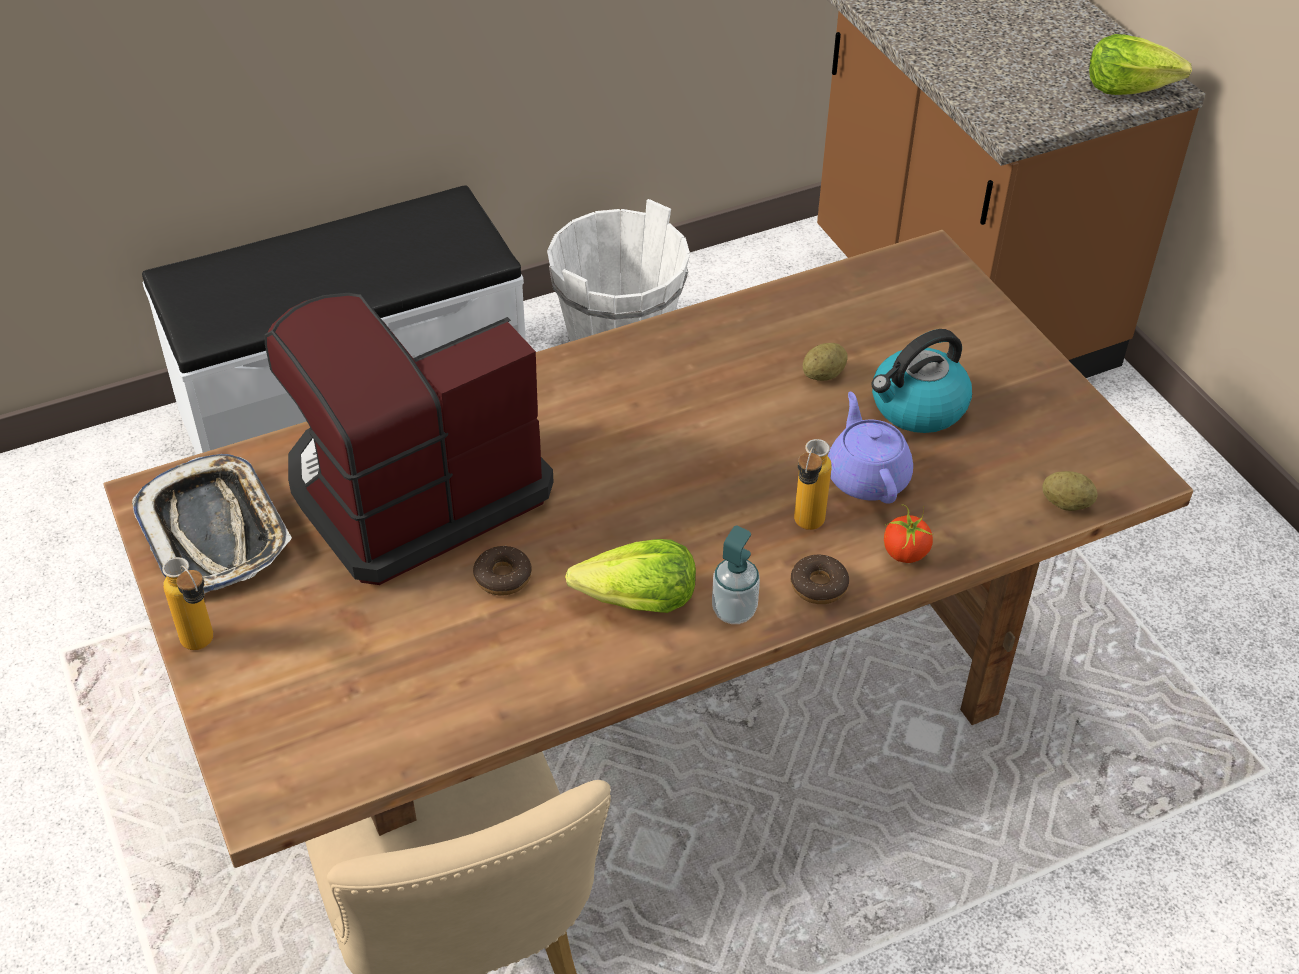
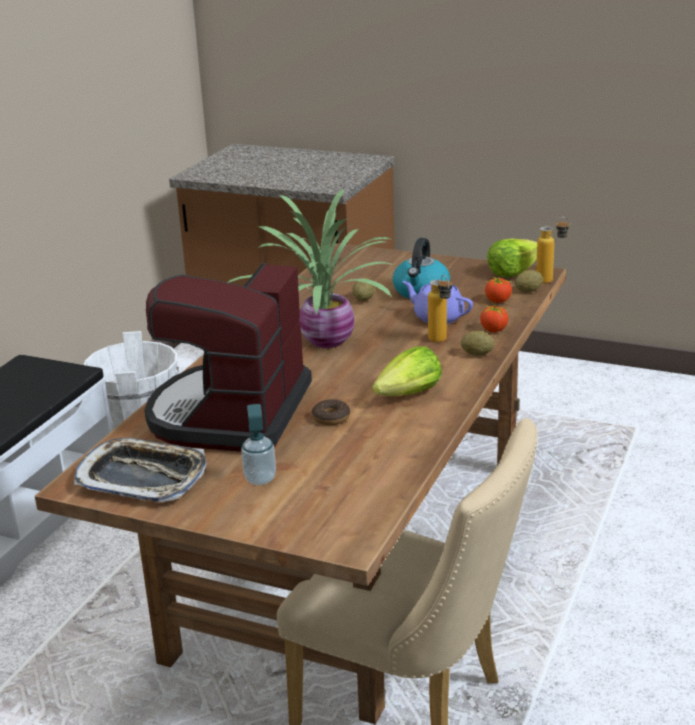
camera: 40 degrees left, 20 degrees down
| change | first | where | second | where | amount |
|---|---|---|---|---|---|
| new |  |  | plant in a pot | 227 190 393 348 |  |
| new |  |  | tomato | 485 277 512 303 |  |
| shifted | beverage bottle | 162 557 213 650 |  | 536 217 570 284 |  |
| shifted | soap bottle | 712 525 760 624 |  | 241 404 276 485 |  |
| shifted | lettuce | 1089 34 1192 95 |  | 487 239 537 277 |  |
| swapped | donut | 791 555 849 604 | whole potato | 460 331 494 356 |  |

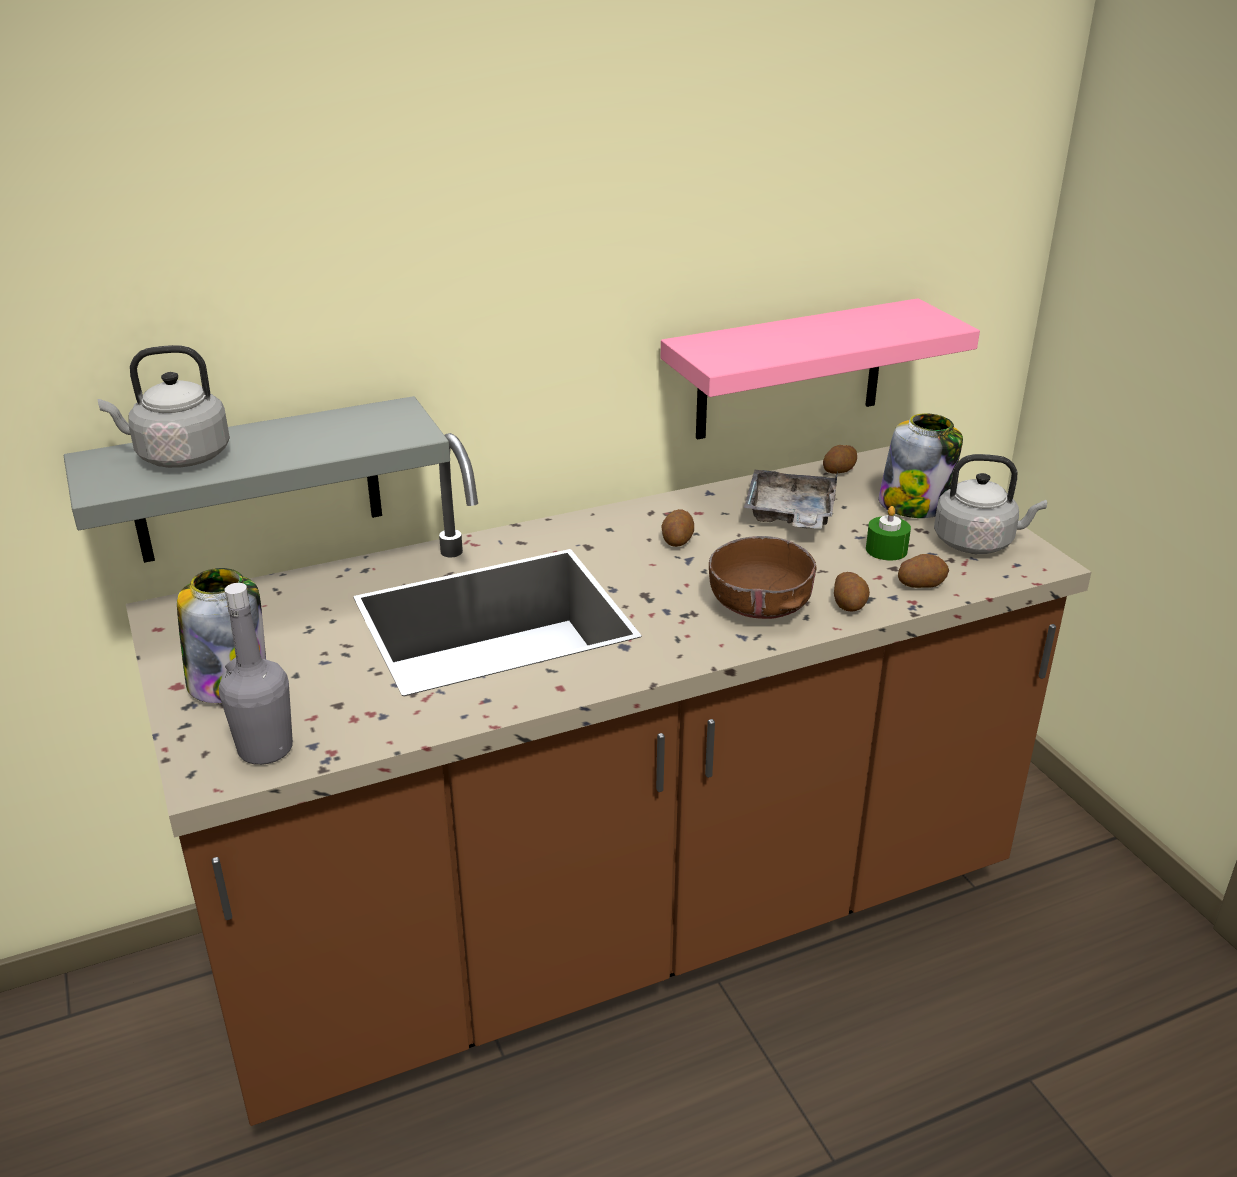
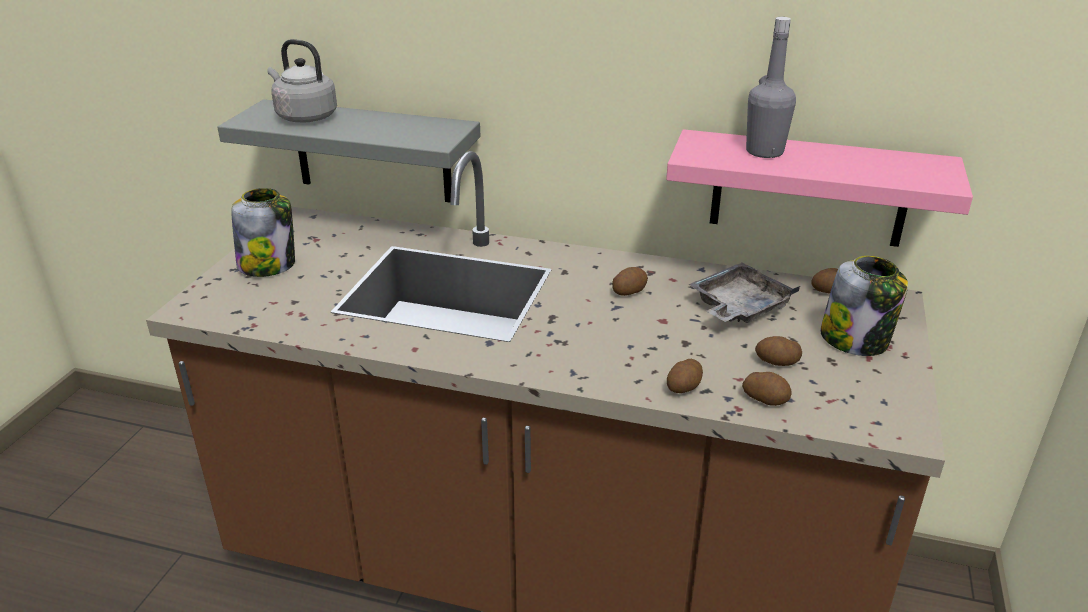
camera: 40 degrees right, 0 degrees up
| change | first | where | second | where | amount |
|---|---|---|---|---|---|
| gone | brownish serving bowl | 709 536 816 619 |  |  |  |
| gone | greyish water kettle | 934 454 1047 554 |  |  |  |
| shifted | greyish beverage bottle | 219 583 293 765 |  | 746 17 796 158 |  |
| swapped | greenish wax light | 866 506 911 561 | whole potato | 755 336 802 366 |  |

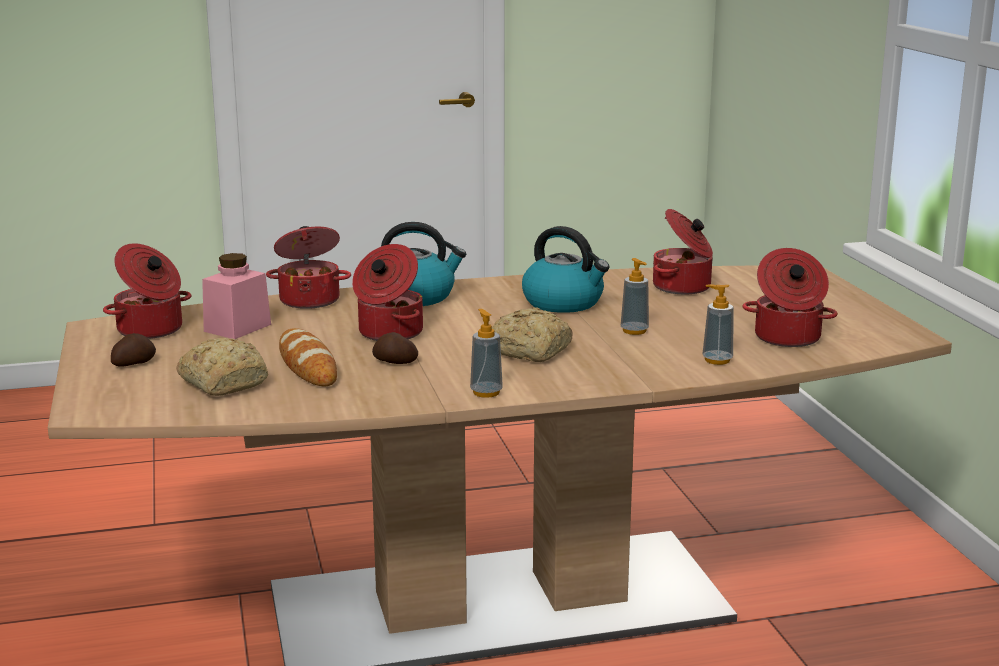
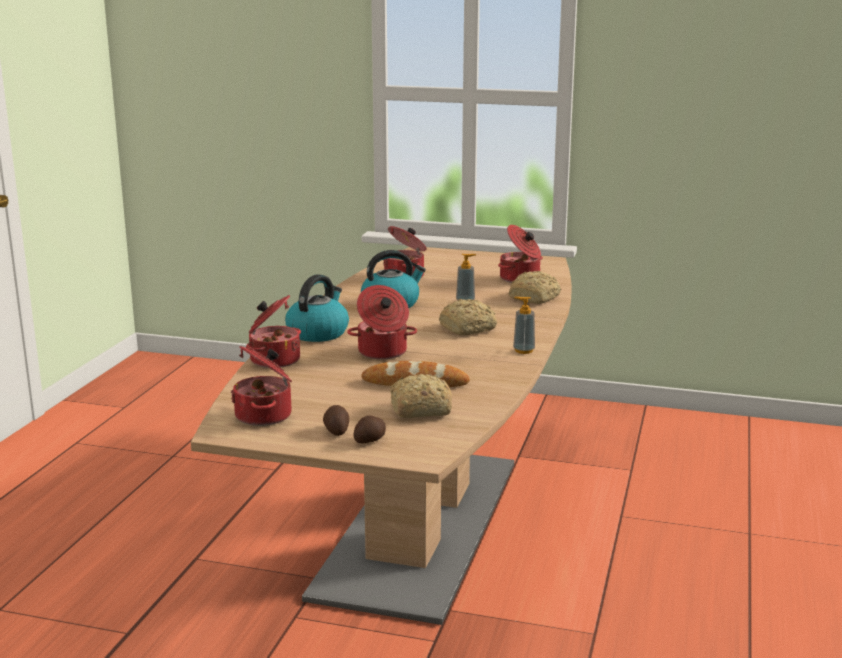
camera: 60 degrees left, 0 degrees up
| change | first | where | second | where | amount |
|---|---|---|---|---|---|
| gone | pinkish storage jar | 202 253 271 339 |  |  |  |
| shifted | whole potato | 372 332 418 364 |  | 354 415 386 443 |  |
| swapped | soap bottle | 702 284 734 365 | baked bread | 509 271 561 304 |  |

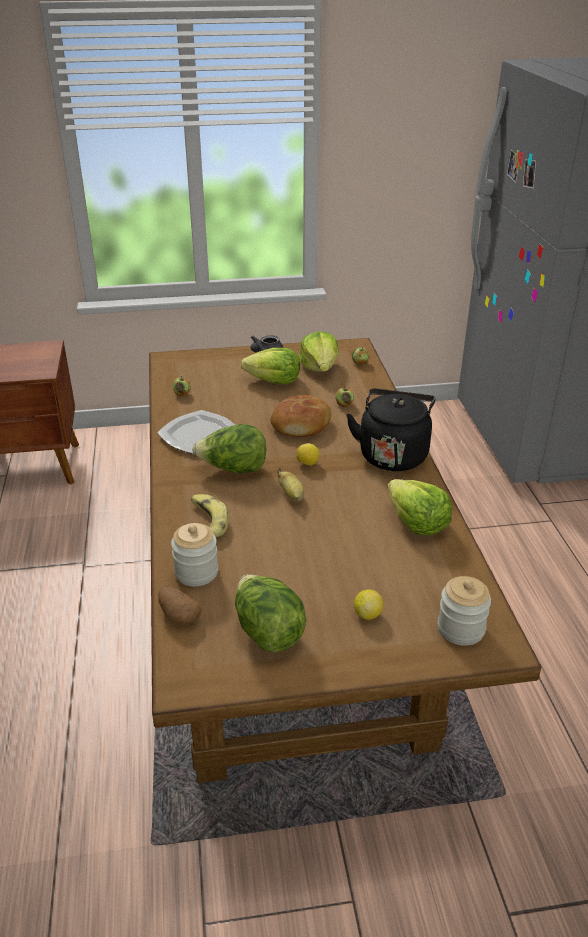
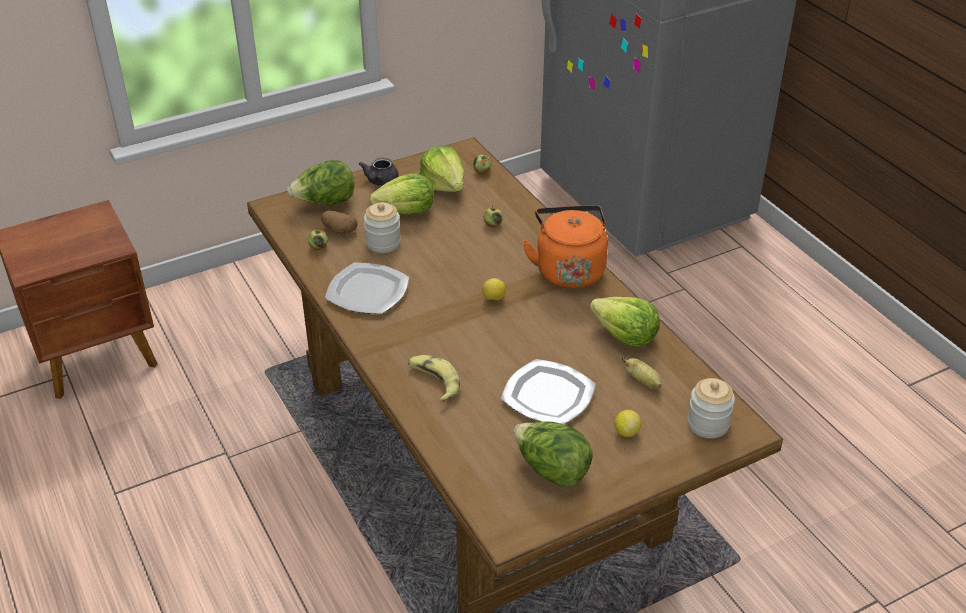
camera: 20 degrees left, 5 degrees up
| change | first | where | second | where | amount |
|---|---|---|---|---|---|
| gone | baked bread | 270 395 331 437 |  |  |  |
| new |  |  | flat dish | 501 359 596 425 |  |
| shifted | whole potato | 158 586 202 624 |  | 321 211 358 234 |  |
| shifted | storage jar | 171 523 218 586 |  | 364 203 401 253 |  |
| shifted | lettuce | 192 424 267 473 |  | 287 160 354 205 |  |
| shifted | whole banana | 277 468 304 502 |  | 622 356 662 388 |  |
| repainted | black-coloured water kettle | 346 389 435 471 | orangey water kettle | 522 205 608 289 |  |

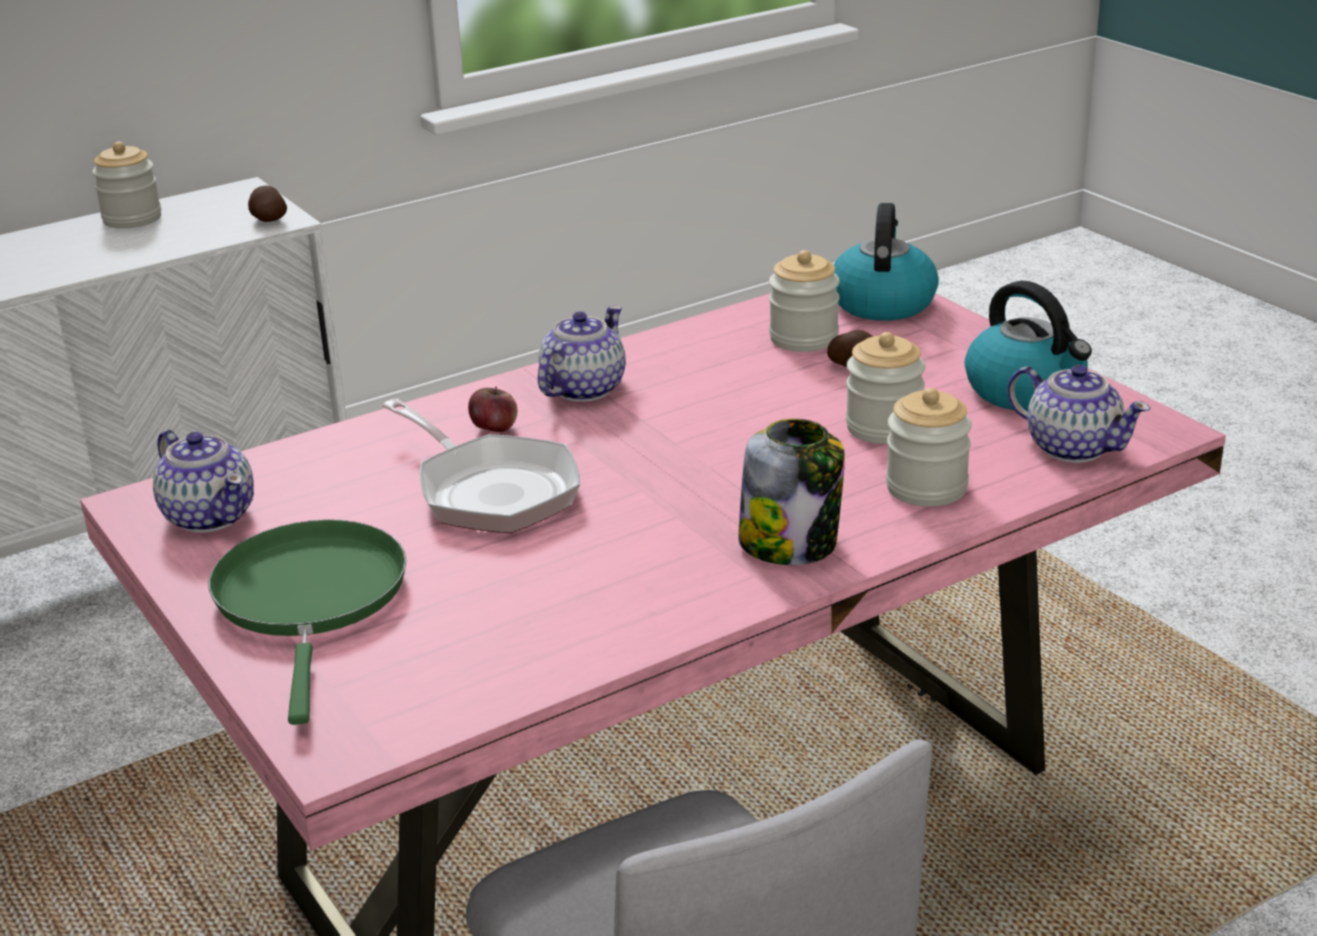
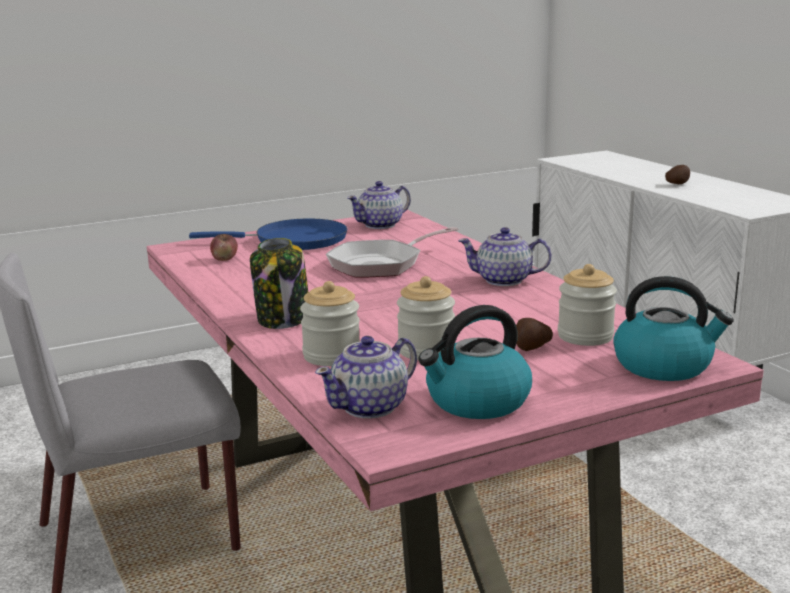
camera: 95 degrees right, 10 degrees down
| change | first | where | second | where | amount |
|---|---|---|---|---|---|
| gone | storage jar | 92 142 161 229 |  |  |  |
| shifted | whole potato | 248 186 287 222 |  | 665 165 690 184 |  |
| shifted | apple fruit | 468 387 517 432 |  | 210 234 238 261 |  |
| repainted | greenish skillet | 209 520 406 725 | bluish skillet | 189 219 347 250 |  |
| rotated | teapot | 538 306 626 402 |  | 458 227 552 286 | 150 degrees clockwise |

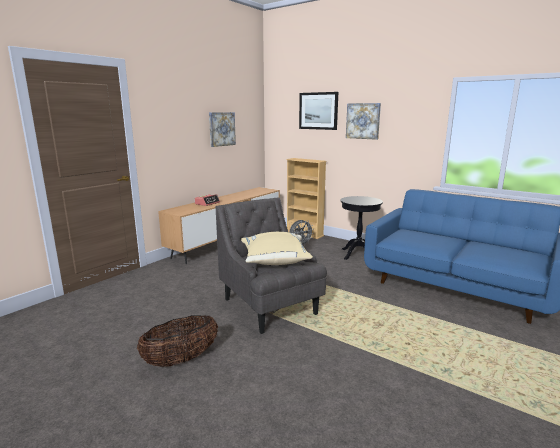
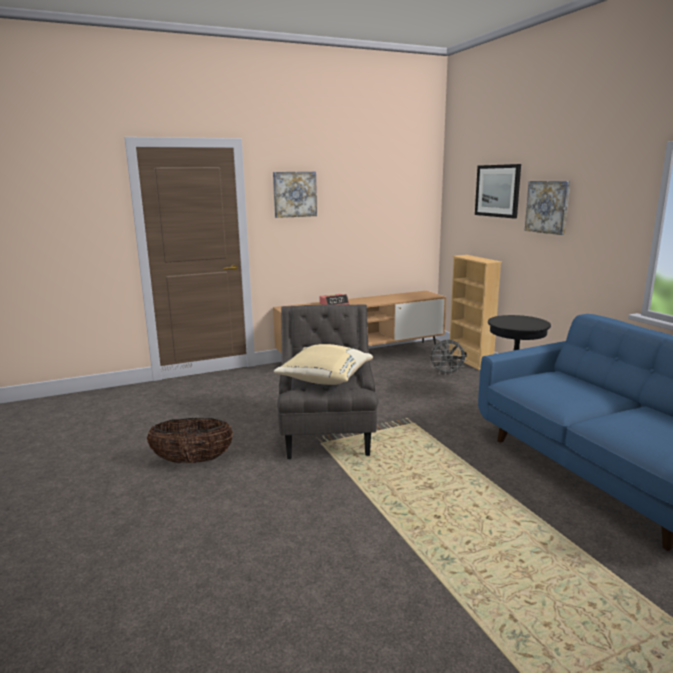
camera: 30 degrees right, 0 degrees up
| change | first | where | second | where | amount |
|---|---|---|---|---|---|
| shifted | picture | 209 112 236 147 |  | 273 172 317 218 |  |

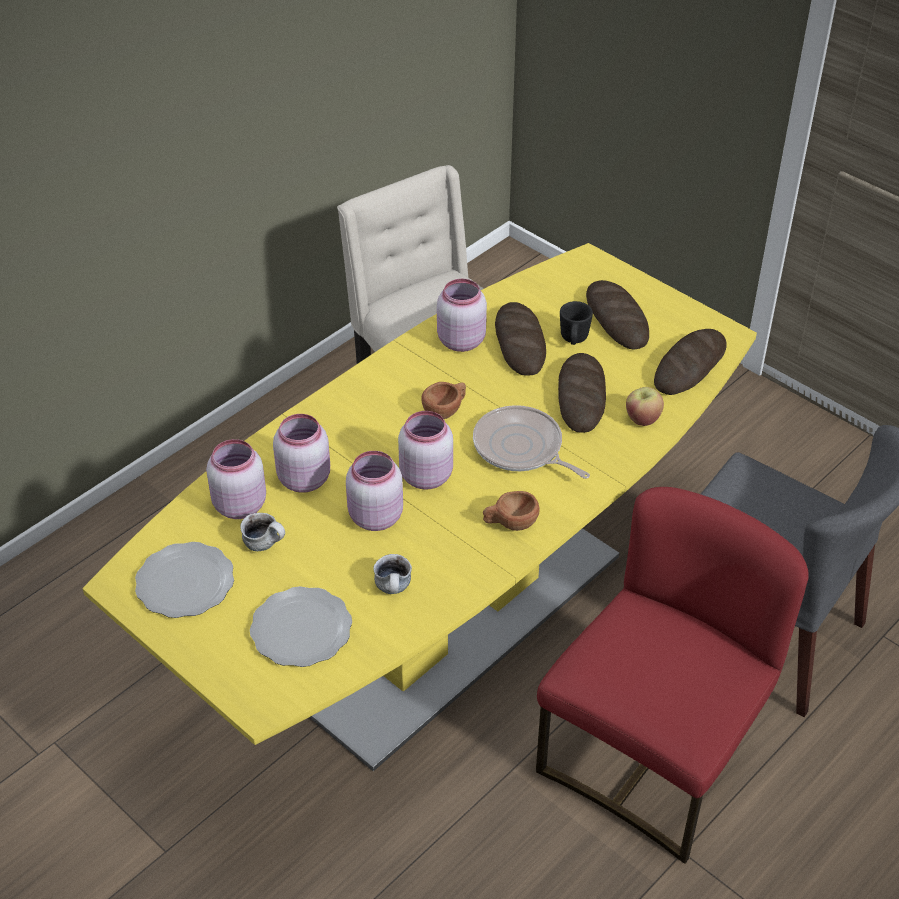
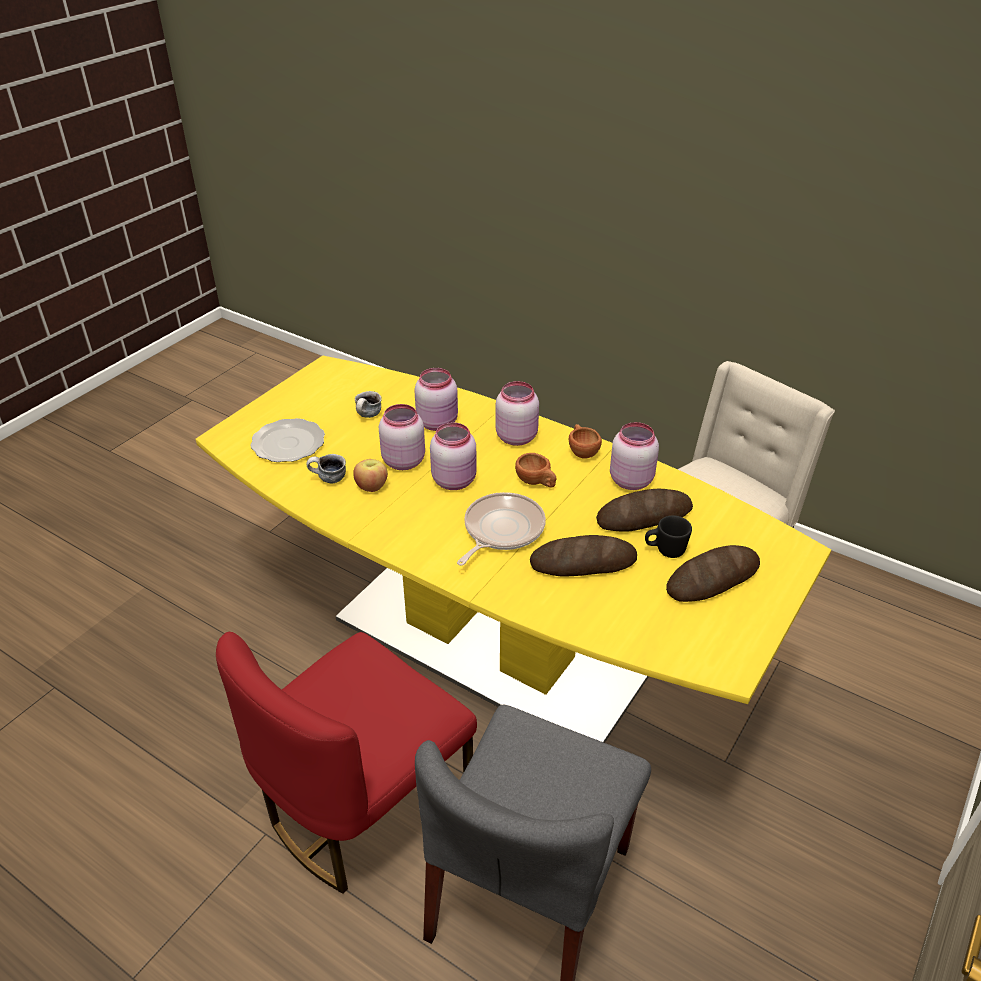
camera: 80 degrees right, 5 degrees down
| change | first | where | second | where | amount |
|---|---|---|---|---|---|
| gone | flat dish | 135 542 234 618 |  |  |  |
| gone | baked bread | 654 329 727 395 |  |  |  |
| shifted | pinkish storage jar | 206 439 266 519 |  | 495 381 539 446 |  |
| shifted | brownish drinking cup | 483 491 540 531 |  | 569 424 602 459 |  |
| shifted | apple fruit | 626 387 664 426 |  | 353 459 388 492 |  |
| rotated | red-coloured plain chair | 536 487 809 864 |  | 216 632 477 894 | 105 degrees clockwise |

